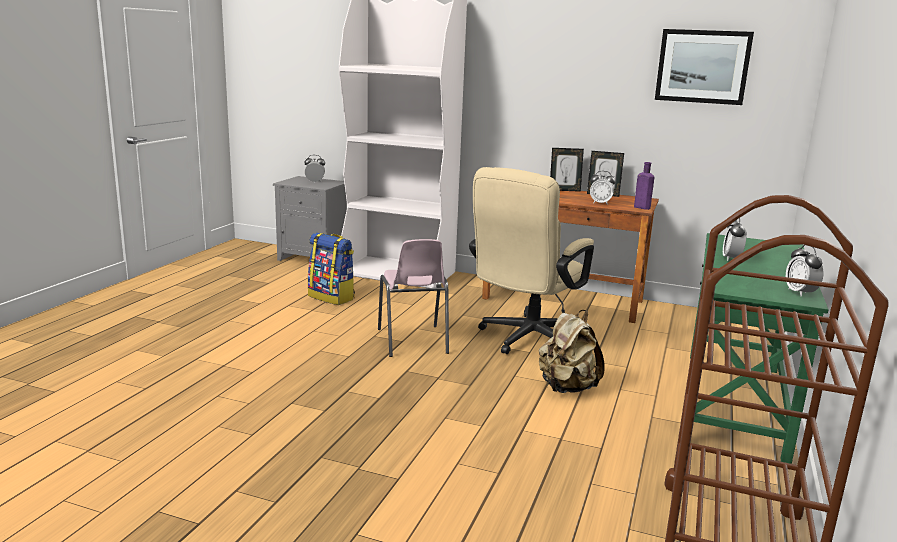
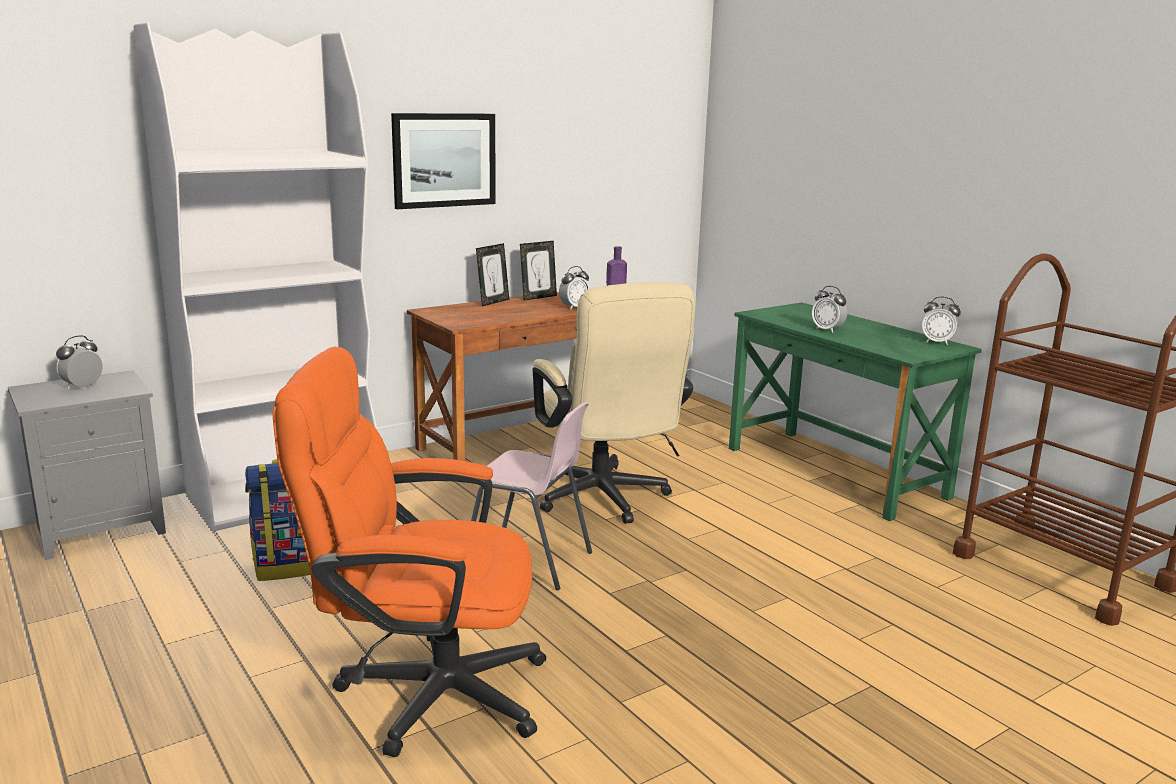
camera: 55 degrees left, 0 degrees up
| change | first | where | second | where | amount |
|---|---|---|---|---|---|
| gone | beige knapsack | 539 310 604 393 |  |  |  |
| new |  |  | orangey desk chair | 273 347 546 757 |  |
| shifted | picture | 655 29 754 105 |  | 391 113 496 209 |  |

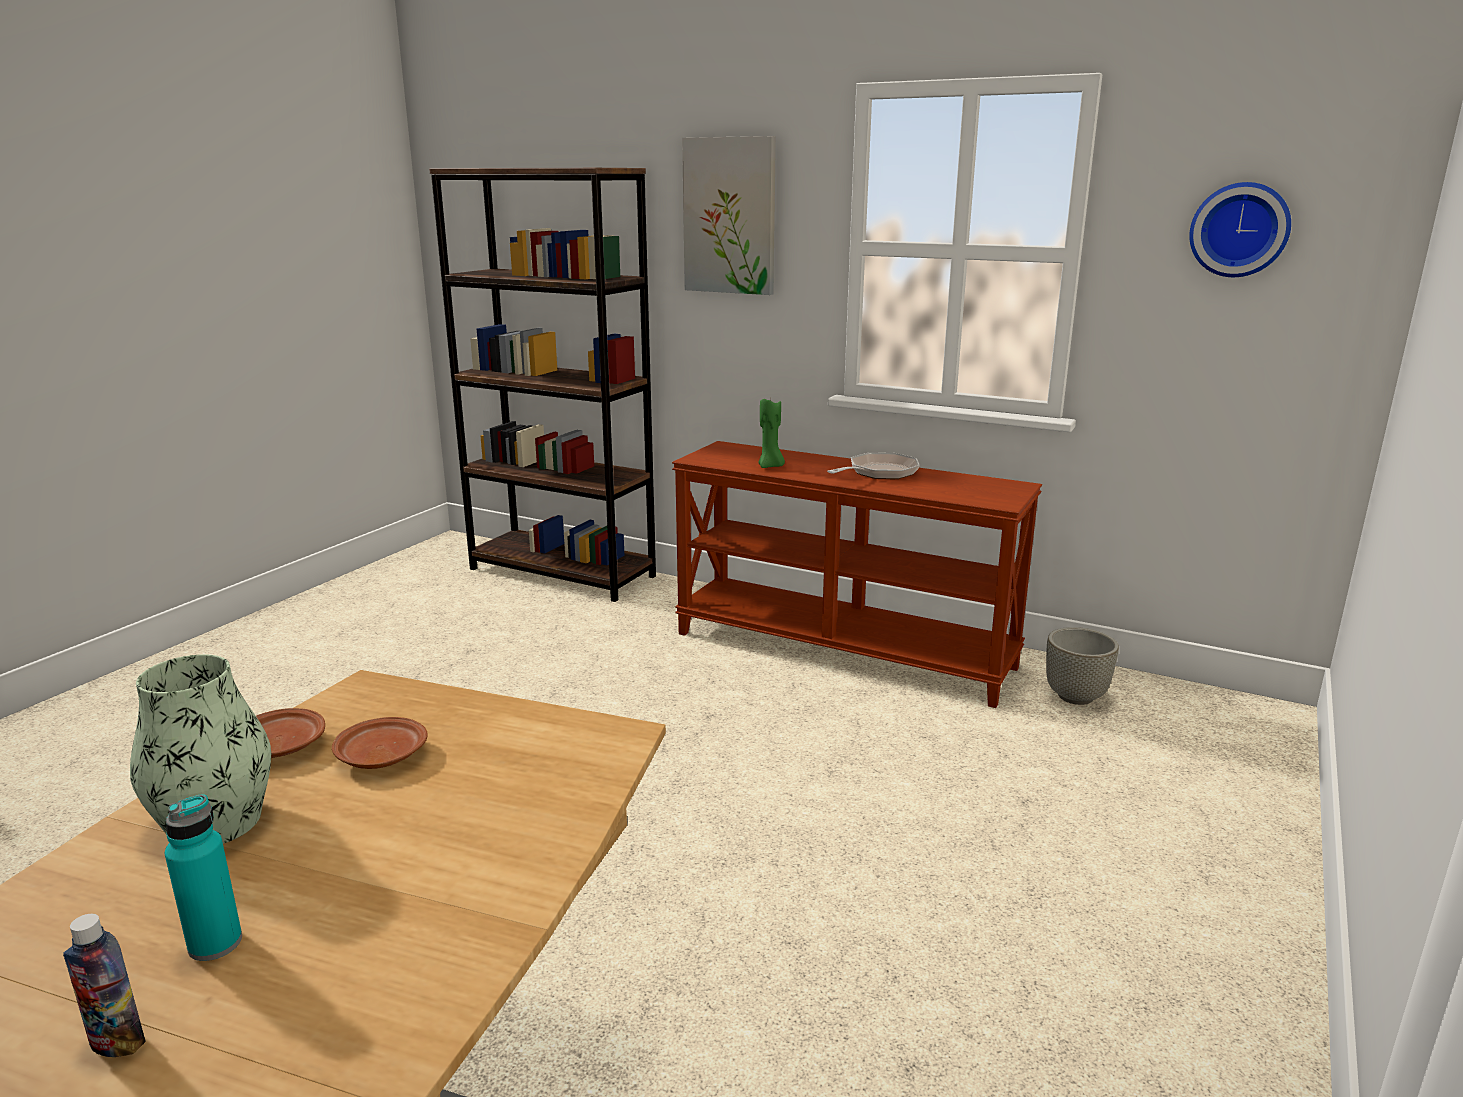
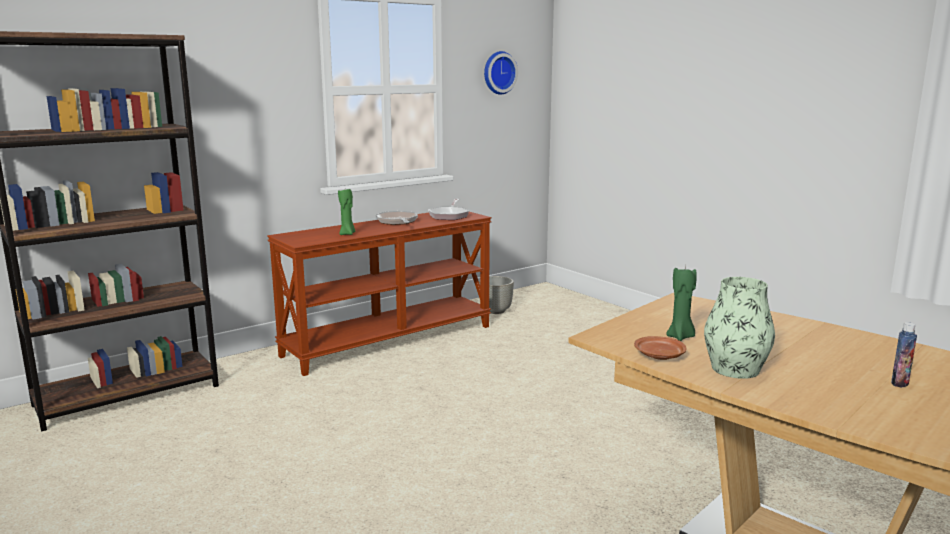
camera: 65 degrees left, 5 degrees down
| change | first | where | second | where | amount |
|---|---|---|---|---|---|
| gone | blue-green beverage bottle | 165 794 242 961 |  |  |  |
| gone | picture | 682 136 776 295 |  |  |  |
| new |  |  | skillet | 428 199 469 220 |  |
| swapped | brownish flat dish | 332 717 428 769 | greenish wax light | 666 265 697 341 |  |

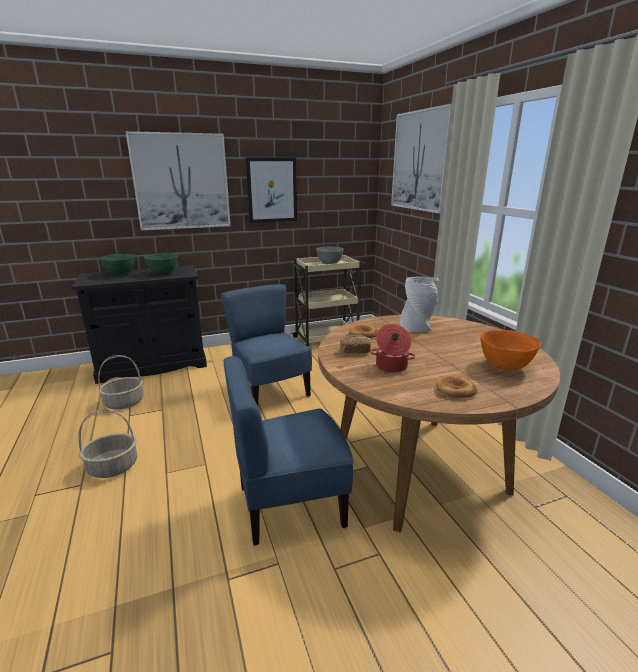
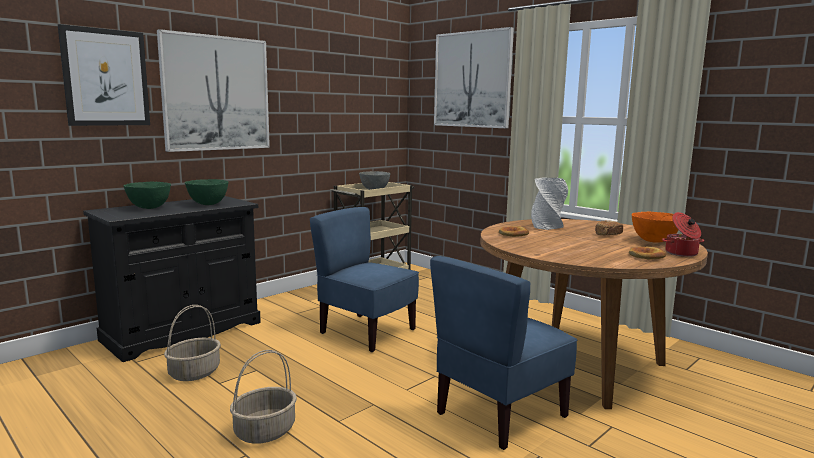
camera: 25 degrees left, 10 degrees down
| change | first | where | second | where | amount |
|---|---|---|---|---|---|
| shifted | picture | 245 157 297 223 |  | 58 24 150 126 |  |
| shifted | baked bread | 340 335 371 354 |  | 595 220 623 236 |  |
| shifted | stockpot | 370 324 415 373 |  | 662 212 704 257 |  |

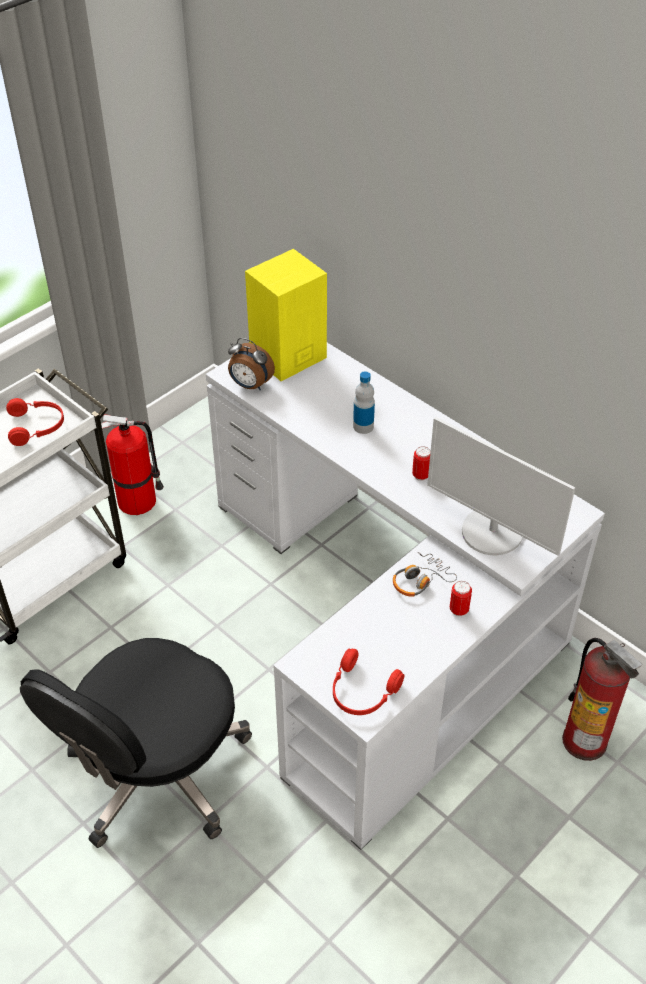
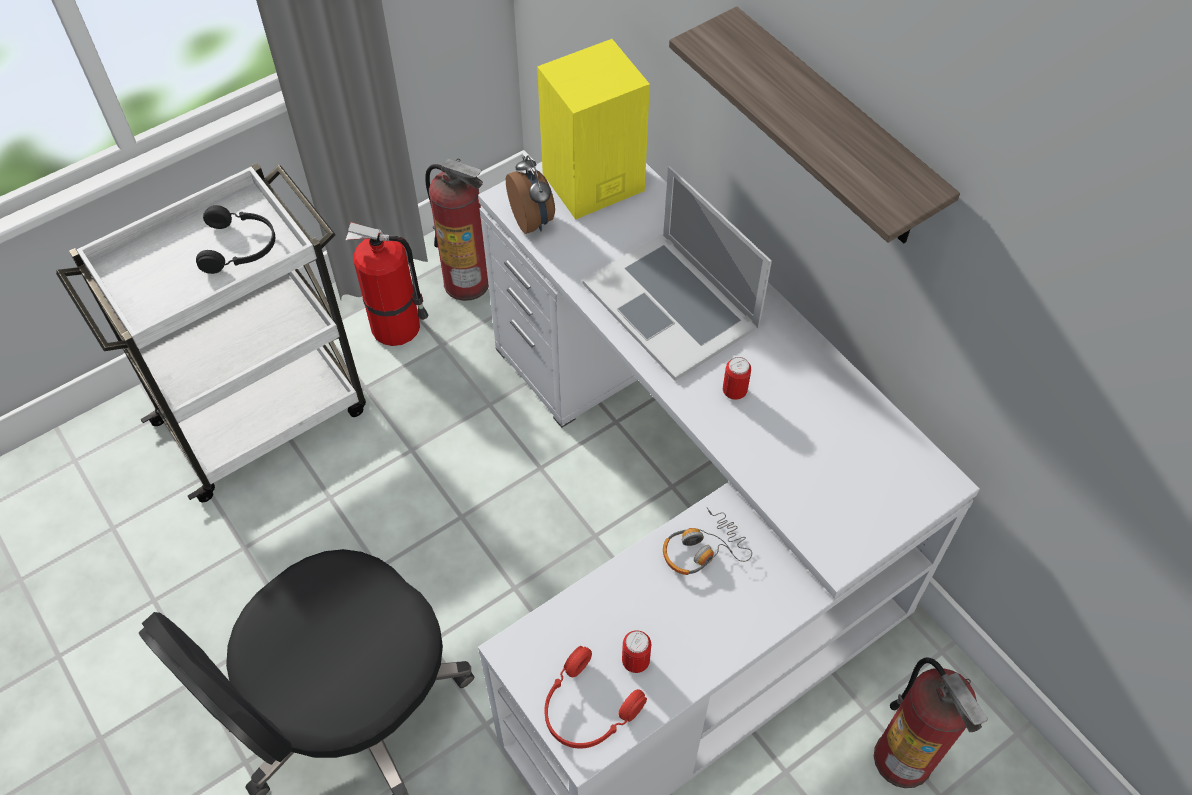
camera: 10 degrees right, 10 degrees up
| change | first | where | second | where | amount |
|---|---|---|---|---|---|
| gone | computer screen | 427 417 575 556 |  |  |  |
| new |  |  | fire-fighting cylinder | 425 158 489 301 |  |
| new |  |  | shelf | 669 6 960 244 |  |
| shifted | can | 450 581 472 616 |  | 622 630 651 673 |  |
| swapped | beverage bottle | 353 371 375 434 | notebook computer | 582 166 772 381 |  |
| repainted | red-coloured headset | 6 398 64 446 | black-coloured headset | 196 205 275 274 |  |
| rotated | bedside clock | 228 338 275 390 |  | 506 155 555 234 | 150 degrees counterclockwise |

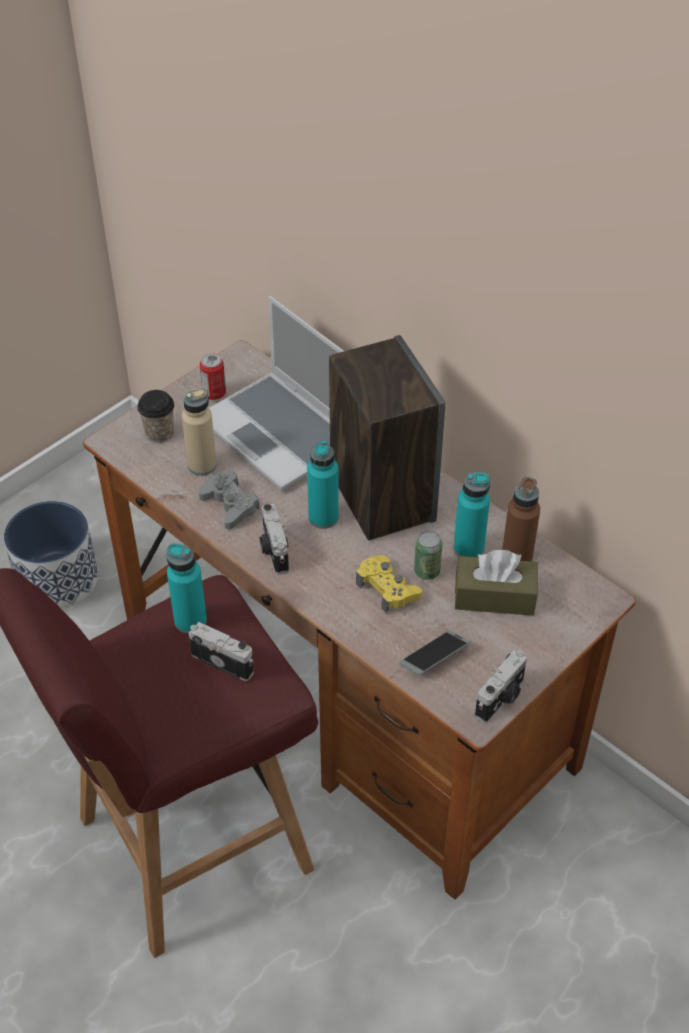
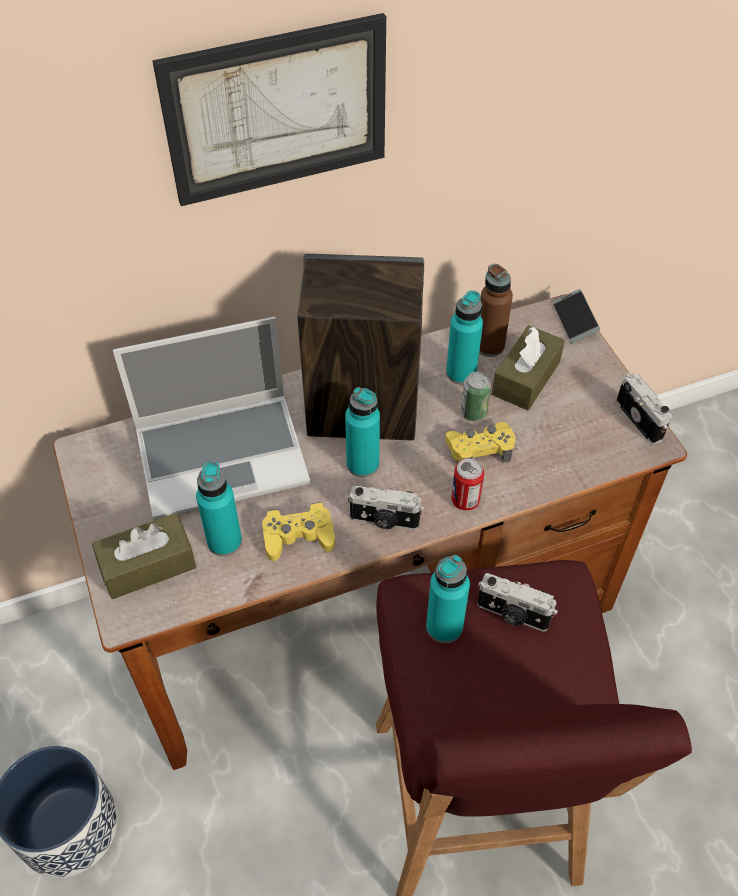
camera: 65 degrees left, 5 degrees up
| change | first | where | second | where | amount |
|---|---|---|---|---|---|
| new |  |  | picture | 153 13 386 206 |  |
| shifted | can | 200 353 226 400 |  | 451 458 484 511 |  |
| shifted | handset | 399 631 471 675 |  | 553 289 600 344 |  |
| swapped | drinking cup | 137 390 174 443 | brownish box of tissues | 92 513 196 599 |  |
| repainted | beige beverage bottle | 181 387 217 476 | blue-green beverage bottle | 196 461 242 556 |  |
| repainted | greyish joypad | 199 471 260 529 | yellow-coloured joypad | 262 502 335 561 |  |
| rotated | still camera | 189 622 254 681 |  | 477 573 558 632 | 120 degrees counterclockwise |

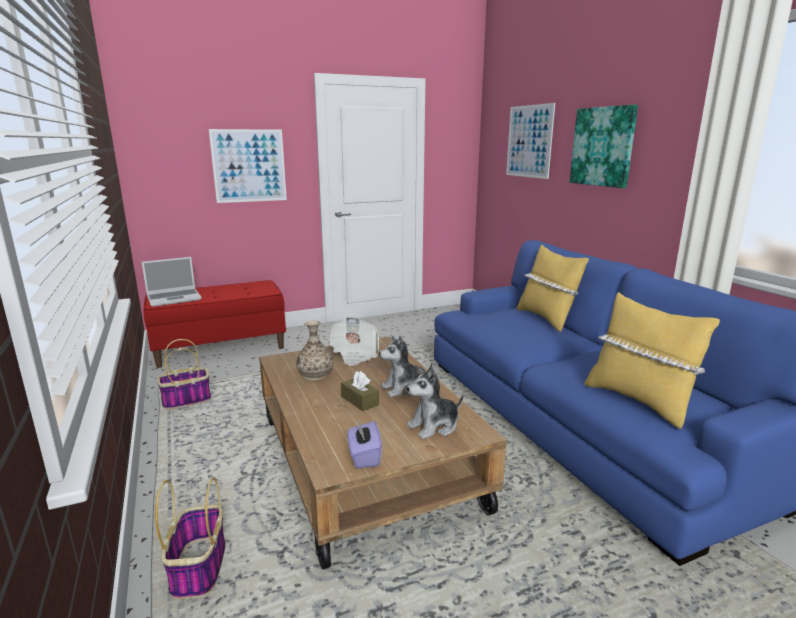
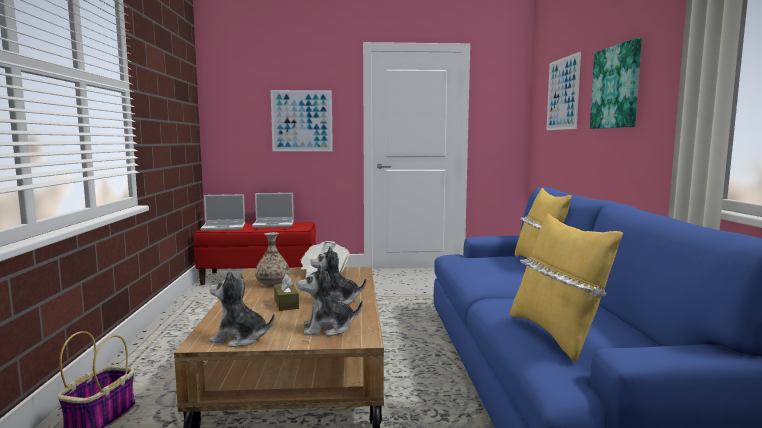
camera: 20 degrees right, 10 degrees down
| change | first | where | second | where | amount |
|---|---|---|---|---|---|
| gone | storage basket | 157 339 211 409 |  |  |  |
| new |  |  | notebook computer | 252 193 294 228 |  |
| swapped | purple-coloured box of tissues | 348 419 382 469 | soft toy | 210 270 275 347 |  |

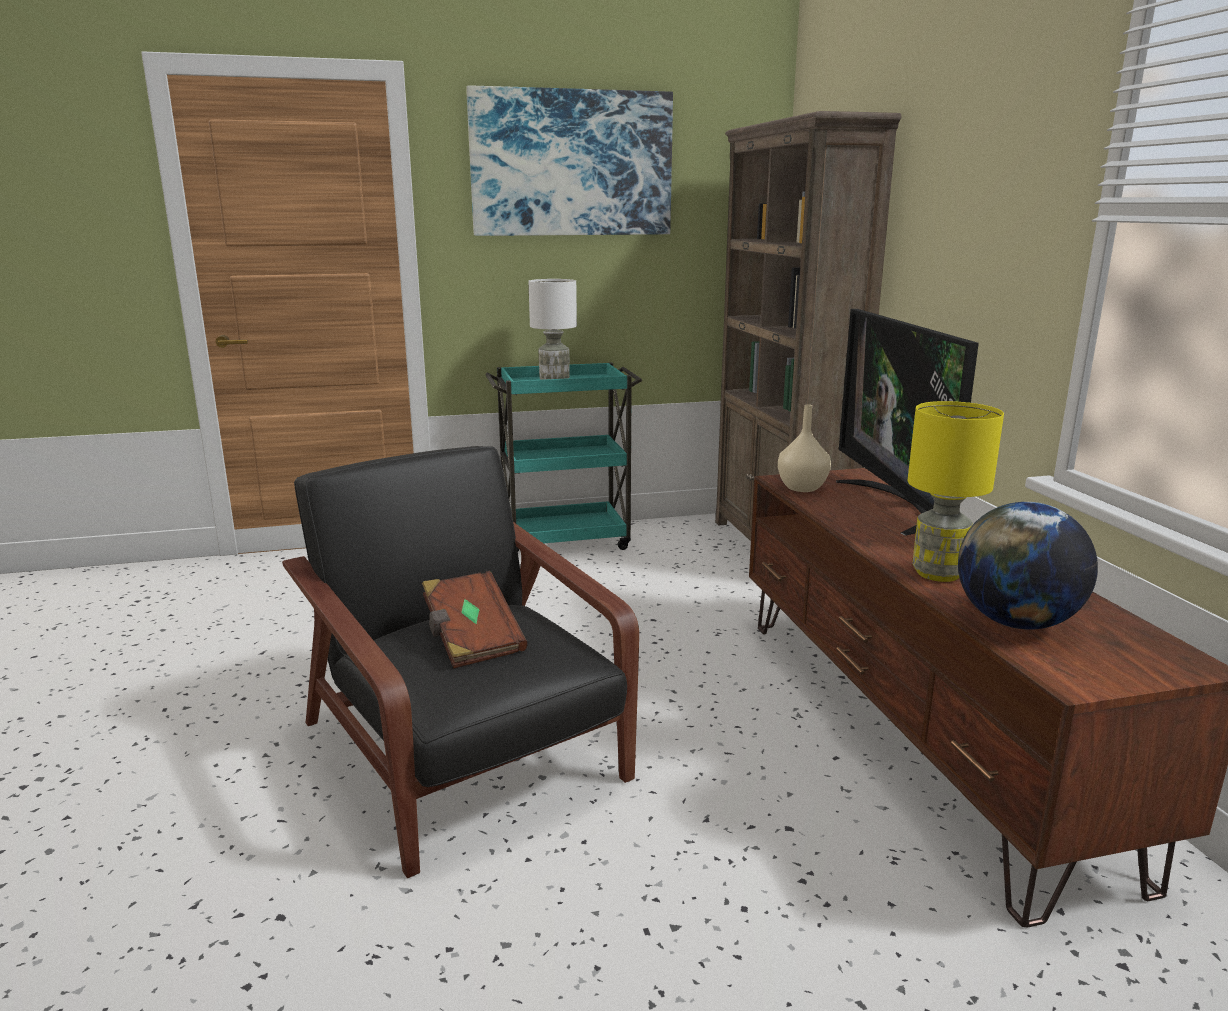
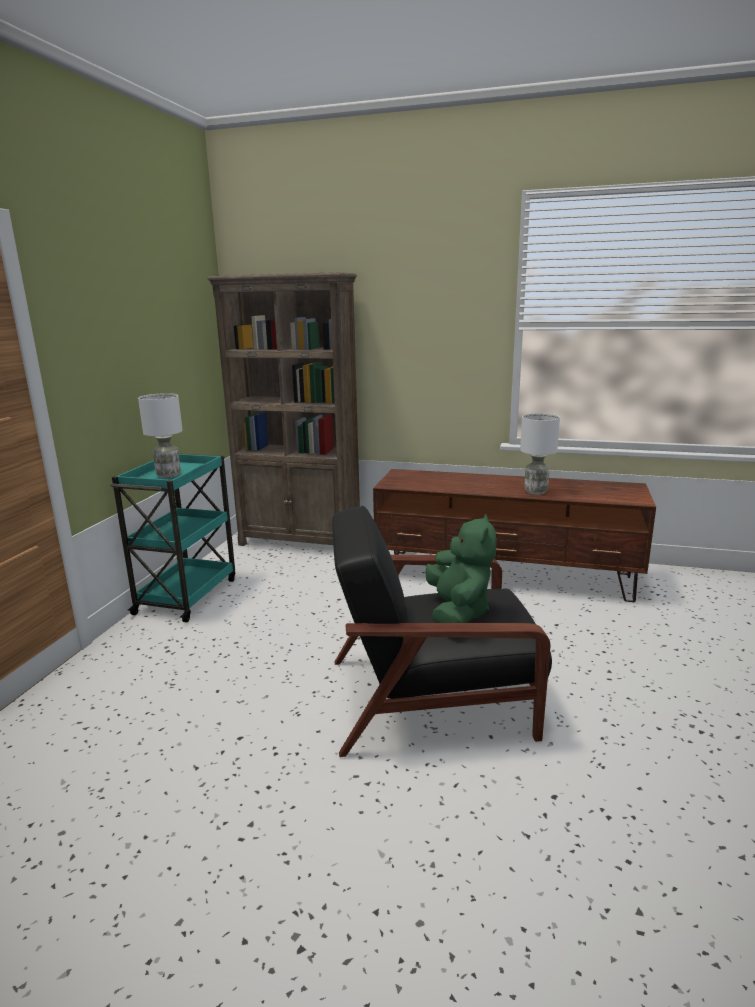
camera: 60 degrees left, 0 degrees up
| change | first | where | second | where | amount |
|---|---|---|---|---|---|
| gone | picture | 466 85 673 236 |  |  |  |
| gone | beige decorative vase | 778 405 831 492 |  |  |  |
| gone | television | 836 309 979 536 |  |  |  |
| gone | desk globe | 958 502 1098 630 |  |  |  |
| swapped | brownish book | 422 571 528 669 | greenish soft toy | 425 514 497 623 |  |
| repainted | yellow-coloured table lamp | 908 401 1004 582 | whitish table lamp | 520 413 560 495 |  |

